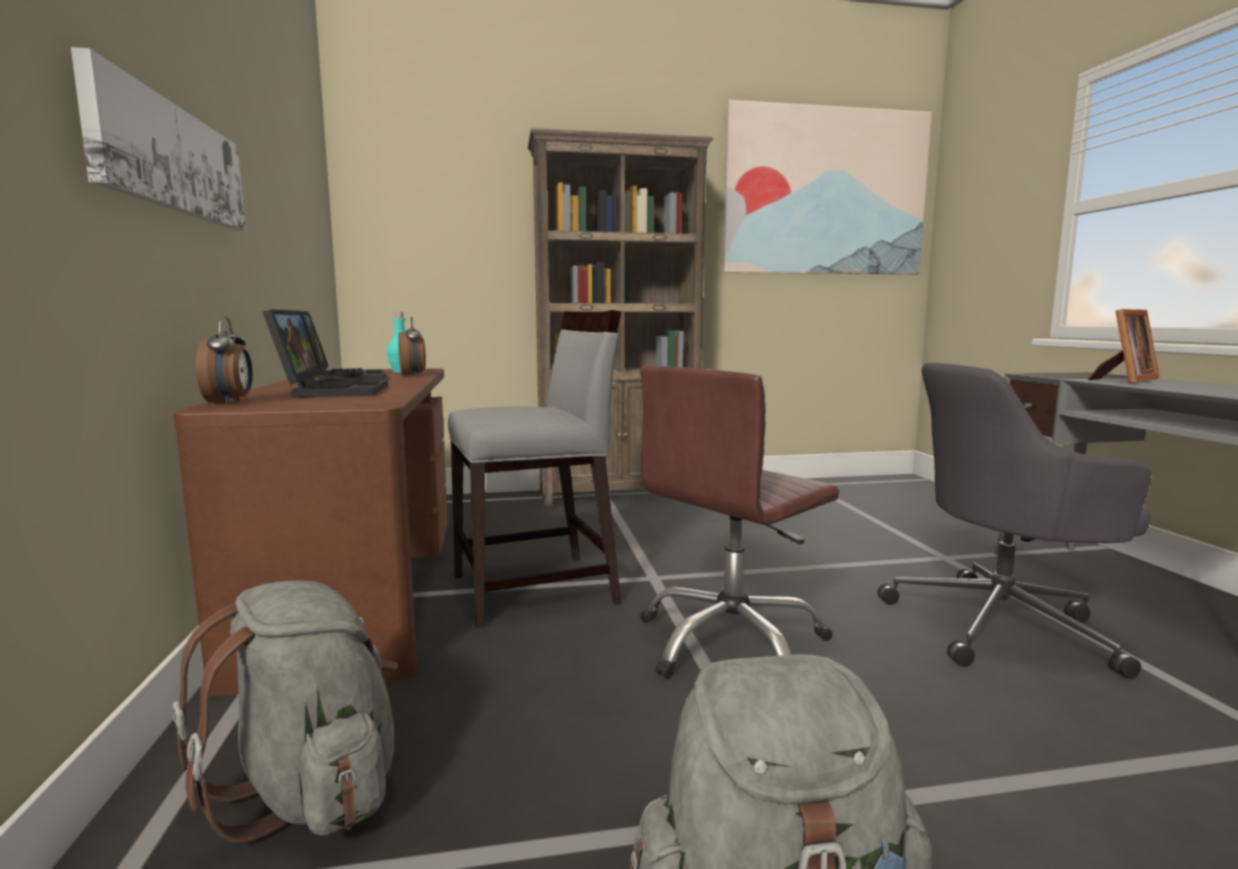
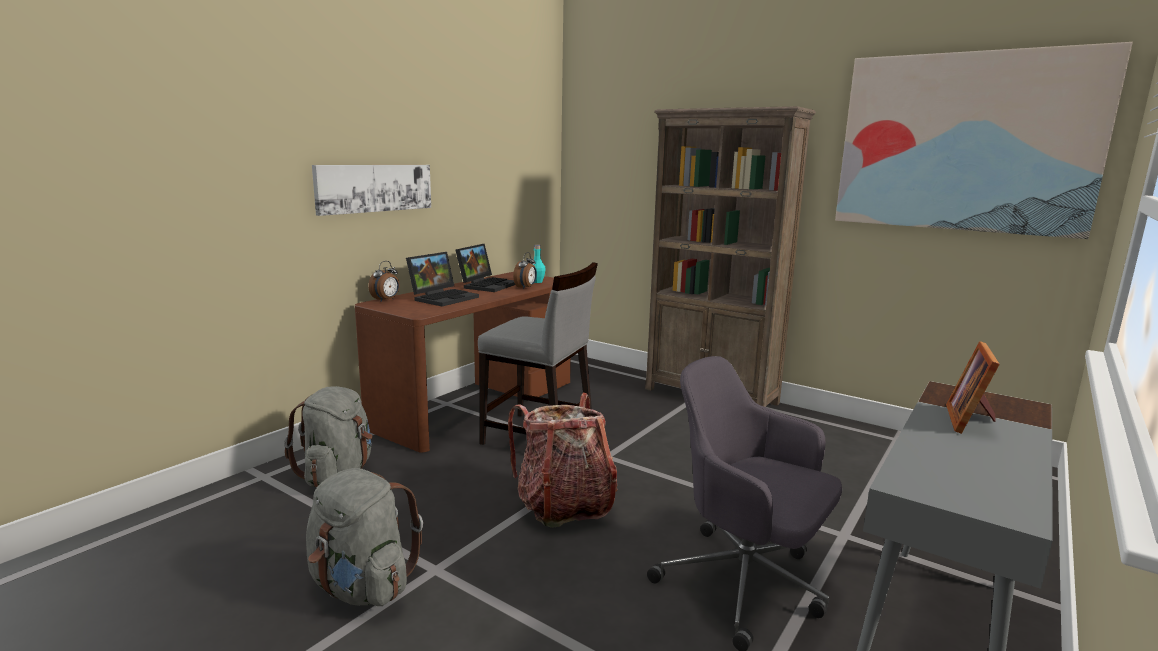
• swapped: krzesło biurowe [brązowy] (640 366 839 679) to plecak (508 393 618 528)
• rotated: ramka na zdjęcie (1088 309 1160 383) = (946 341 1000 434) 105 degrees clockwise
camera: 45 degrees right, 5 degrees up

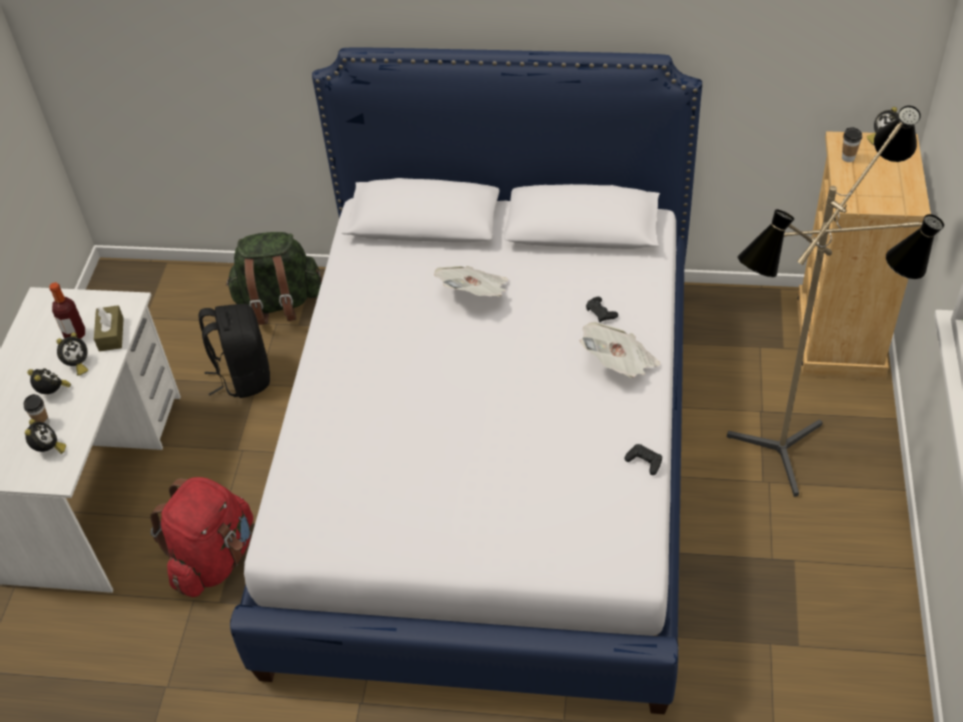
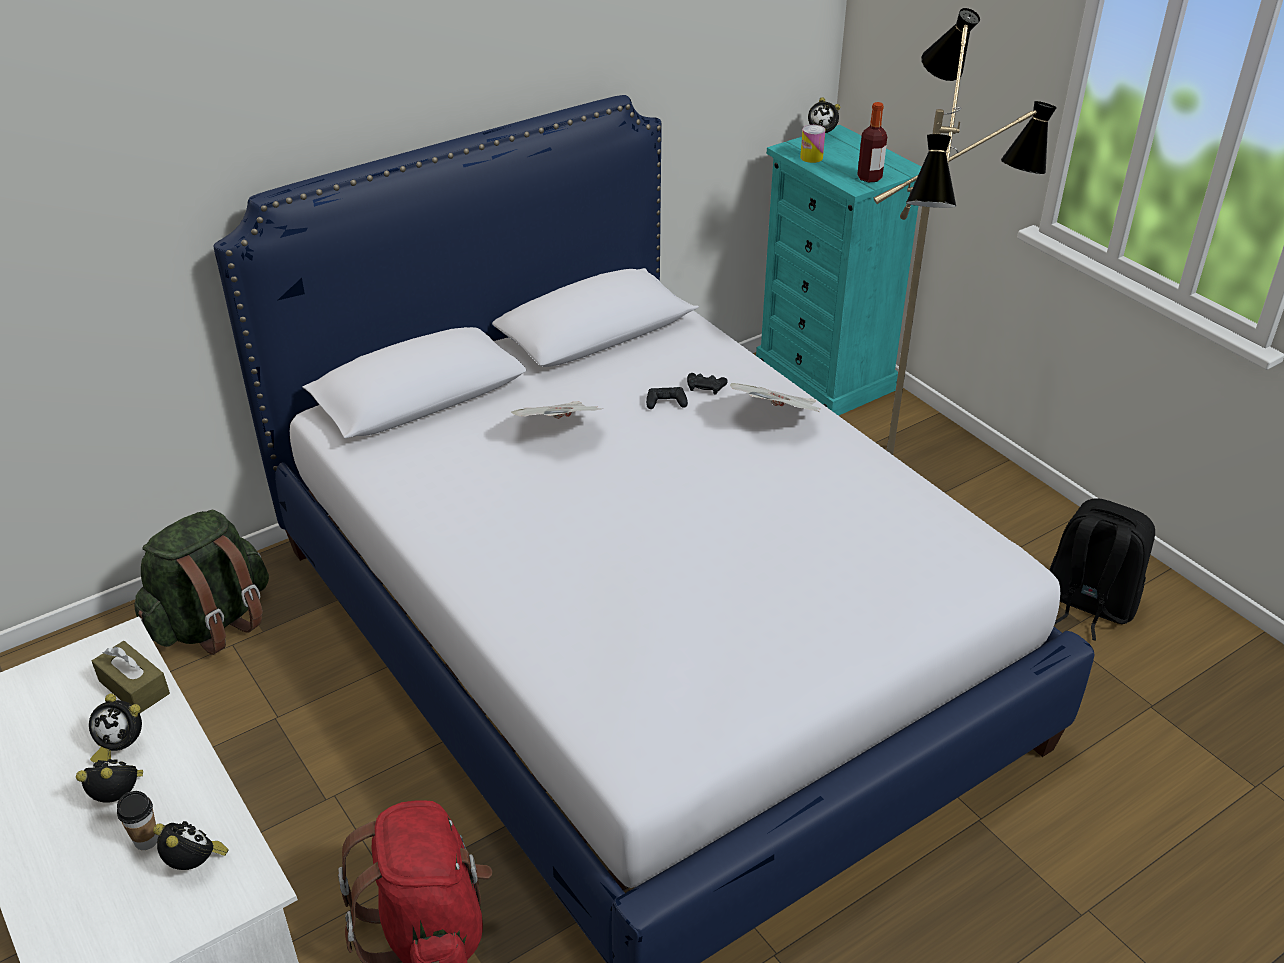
• shifted: butelka (50 282 85 339) to (857 102 887 183)
• shifted: plecak [czarny] (198 304 270 398) to (1049 498 1155 641)
• shifted: pad do gier [czarny] (624 444 662 475) to (646 387 688 409)
• swapped: filiżanka (842 127 862 162) to puszka (800 125 826 163)
• repainted: komoda [beżowy] (797 131 931 380) to komoda [turkusowy] (756 125 922 416)
• rotated: budzik (56 332 88 375) = (89 694 142 763) 105 degrees clockwise
camera: 45 degrees left, 10 degrees down

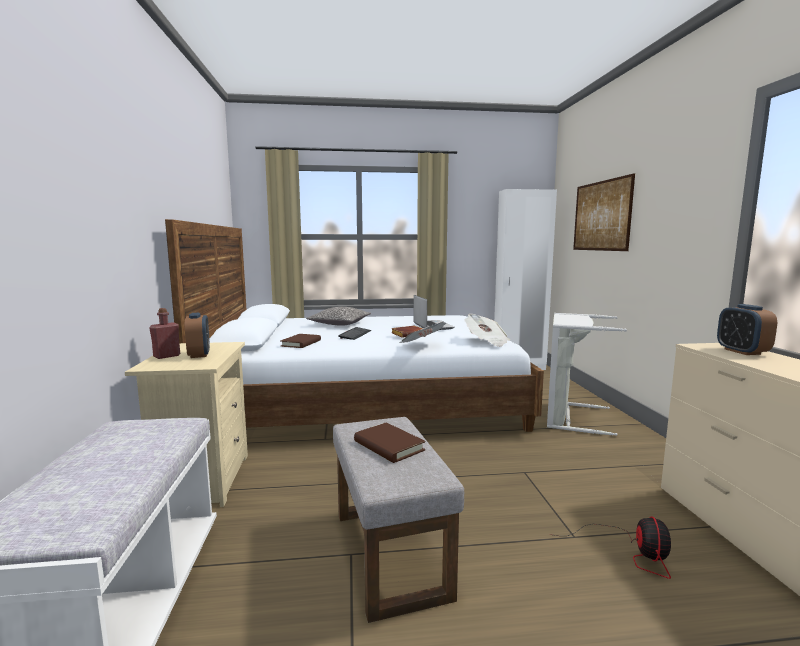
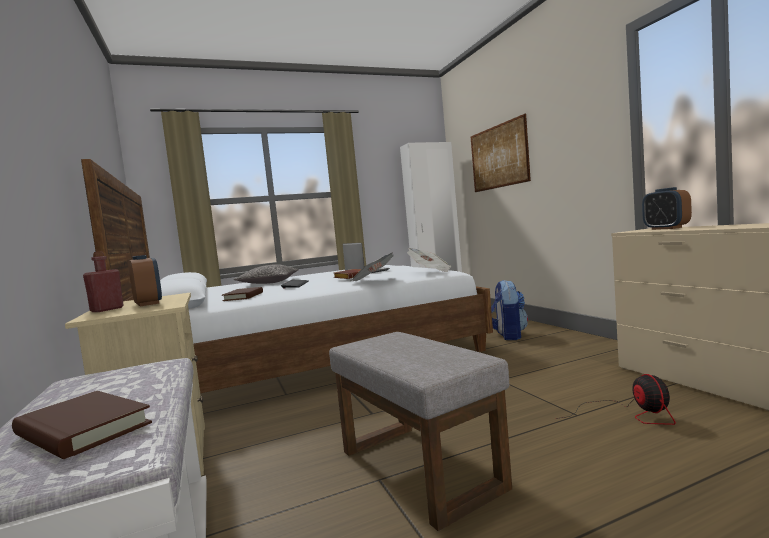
• shifted: książka [brązowy] (354 423 426 463) to (12 391 152 459)
• swapped: kosz na pranie [szary] (547 313 627 436) to plecak (491 280 528 340)
camera: 15 degrees left, 5 degrees down

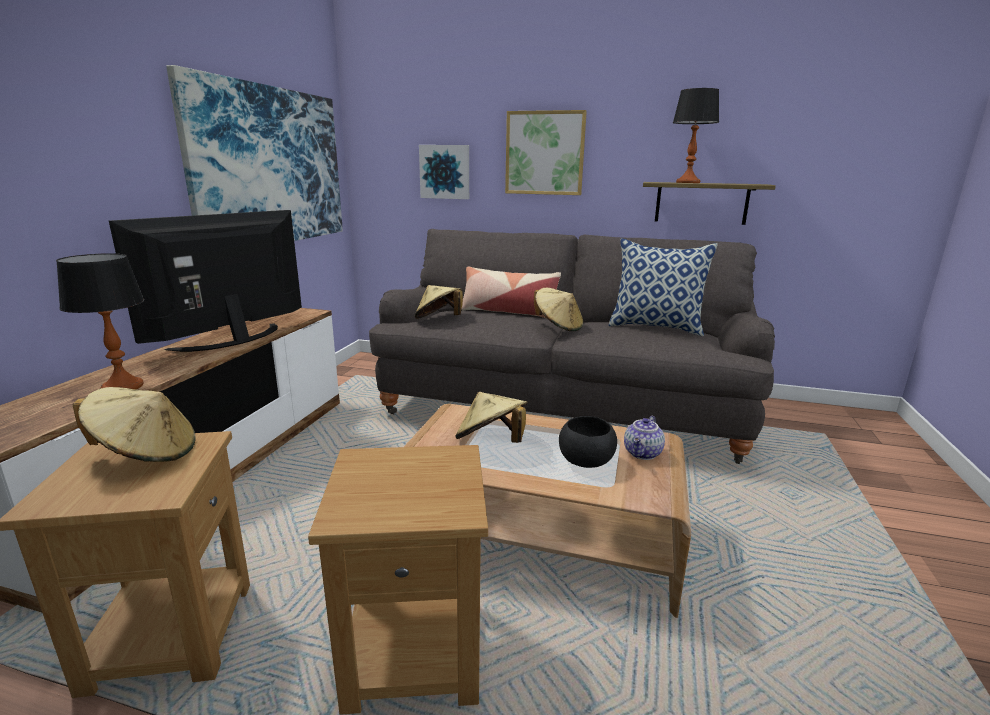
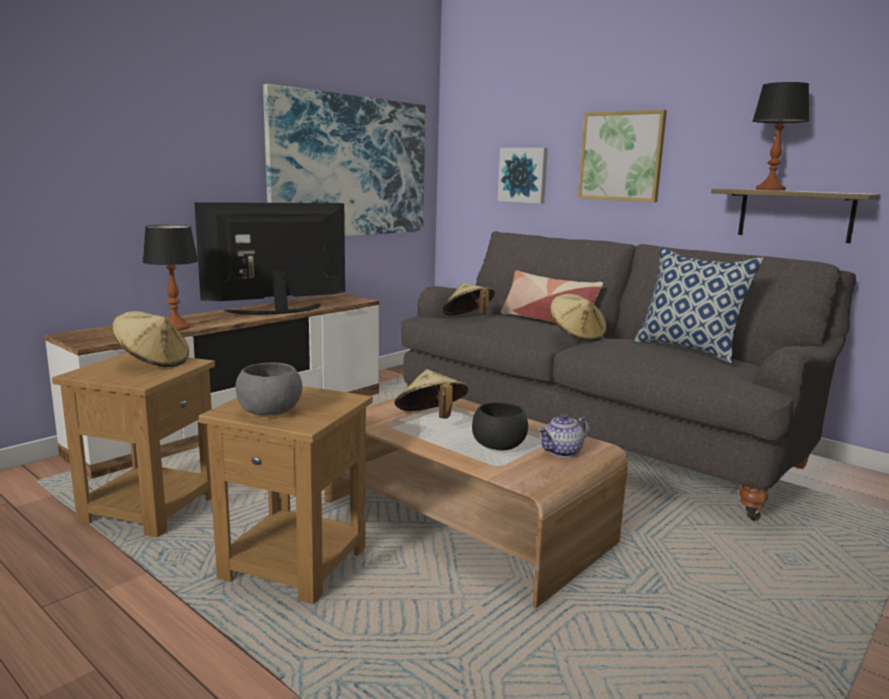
• new: miska [szary] (235 362 302 416)
camera: 25 degrees right, 5 degrees down

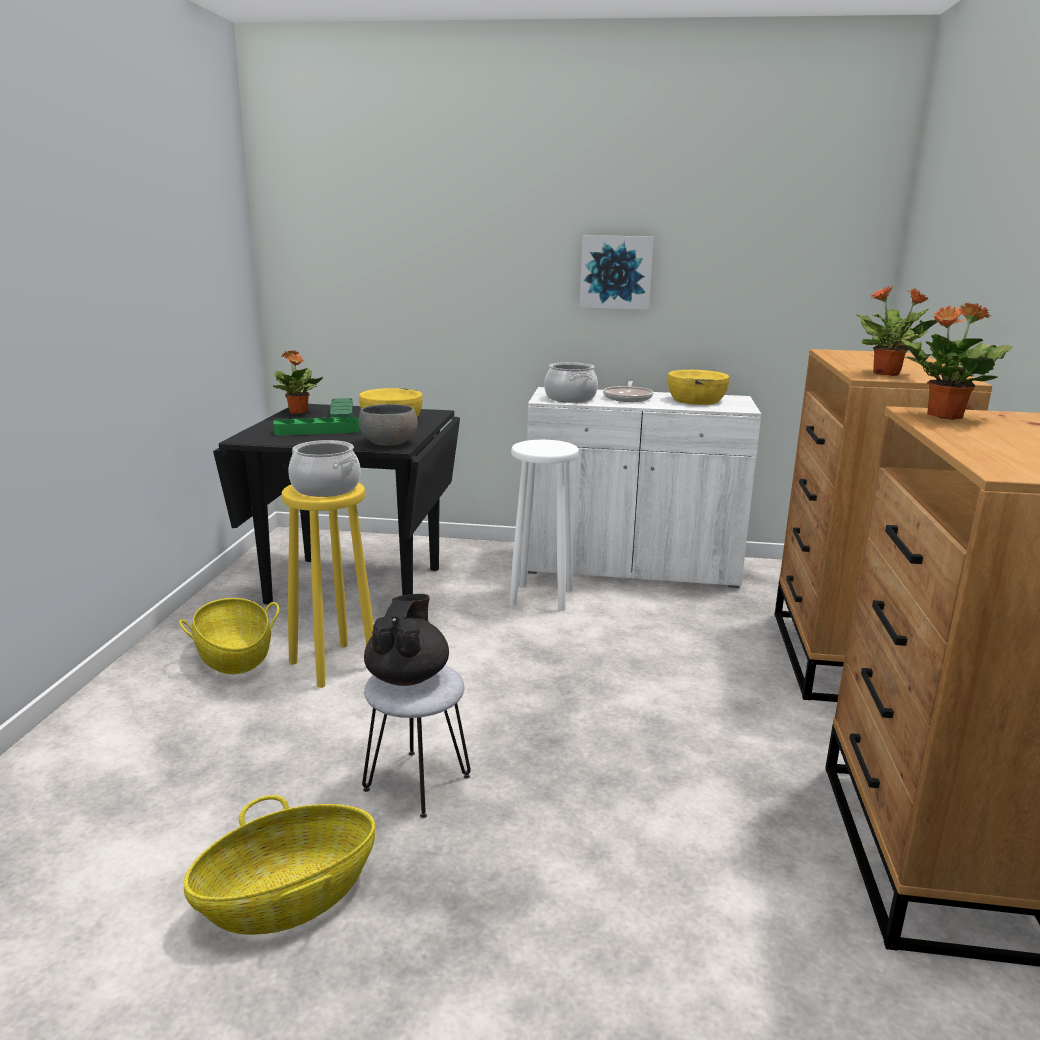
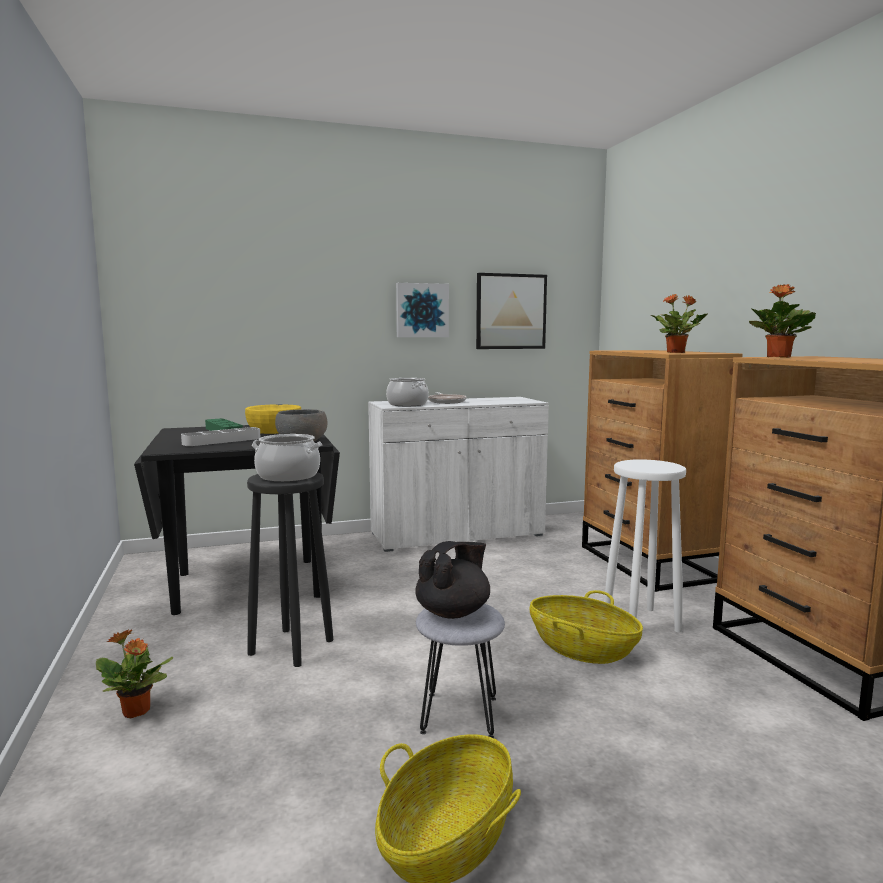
• gone: miska [żółty] (668 370 729 405)
• new: obraz (476 273 547 349)
• shifted: koszyk (179 598 279 674) to (529 590 643 664)
• shifted: roślina doniczkowa (273 350 323 414) to (96 630 173 718)
• shifted: stołek [biały] (510 440 579 611) to (604 459 686 632)
• repainted: taca [zielony] (273 417 359 435) to taca [szary] (181 427 261 446)
• repainted: stołek [żółty] (282 483 373 688) to stołek [czarny] (247 472 333 667)
• rotated: imbryk [czarny] (364 594 449 686) = (415 541 490 619) 60 degrees clockwise
camera: 25 degrees left, 10 degrees down

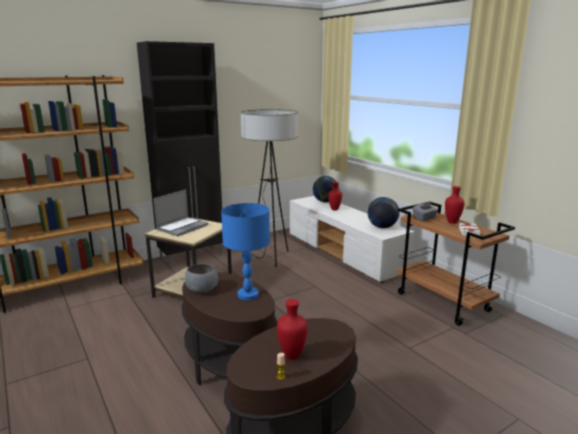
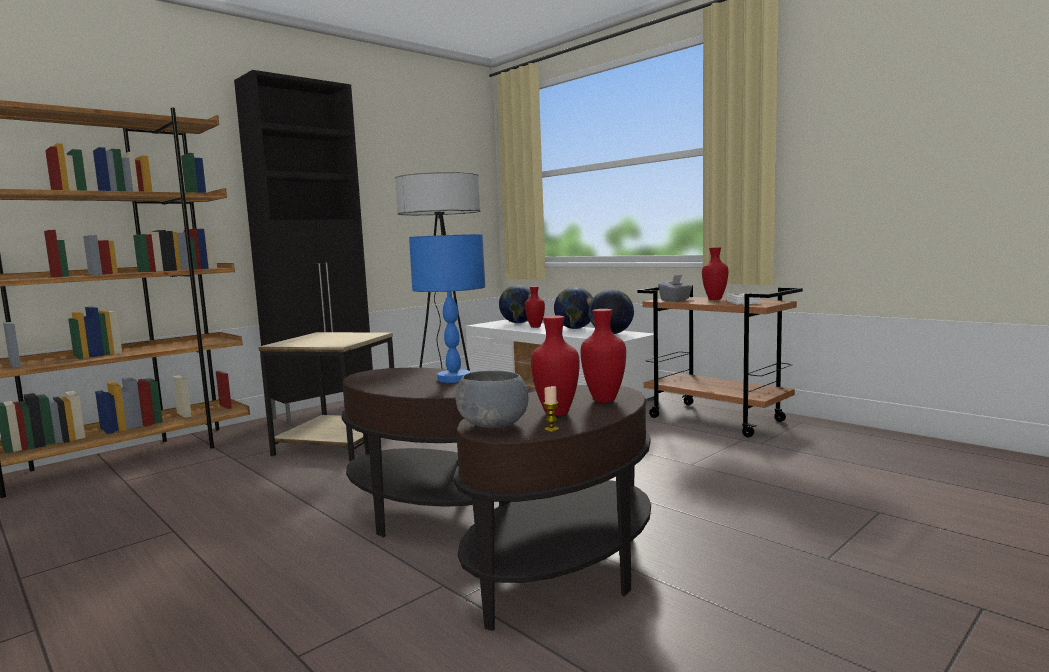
• gone: laptop (153 189 208 236)
• new: globus (554 287 593 329)
• new: wazon [czerwony] (581 309 626 403)
• shifted: miska [szary] (185 264 218 293) to (455 371 528 428)
camera: 10 degrees left, 10 degrees down

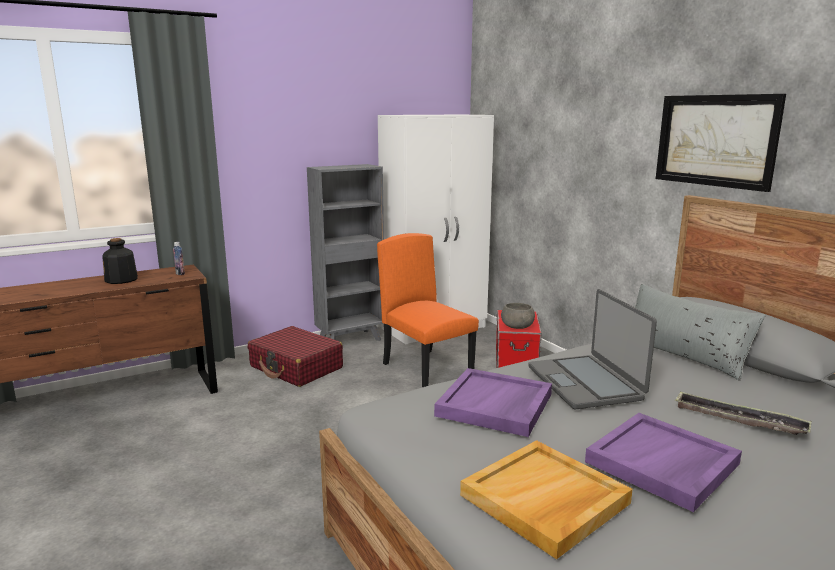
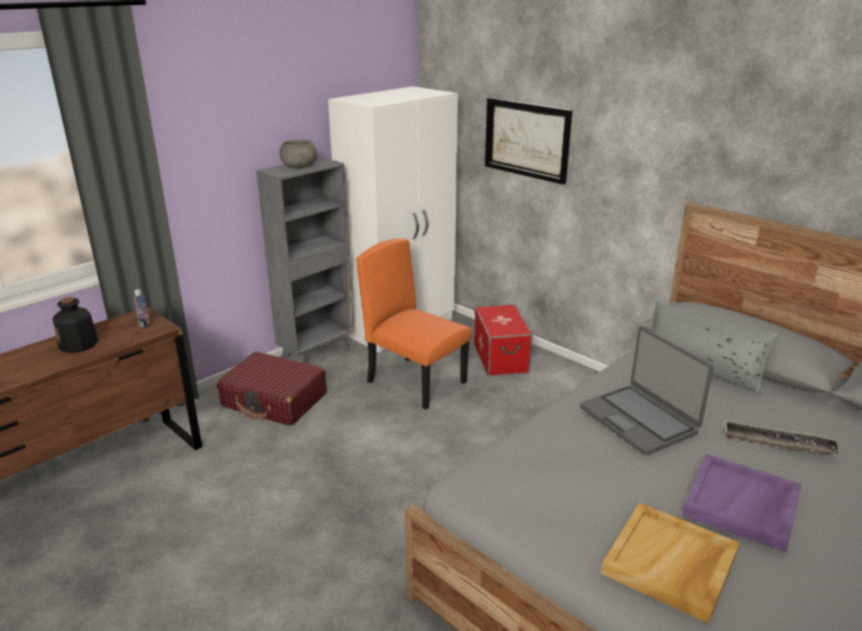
• gone: taca [fioletowy] (434 368 552 437)
• shifted: miska [szary] (501 303 535 329) to (279 140 317 168)
• shifted: obraz (656 94 786 192) to (485 98 572 185)
camera: 15 degrees left, 10 degrees up

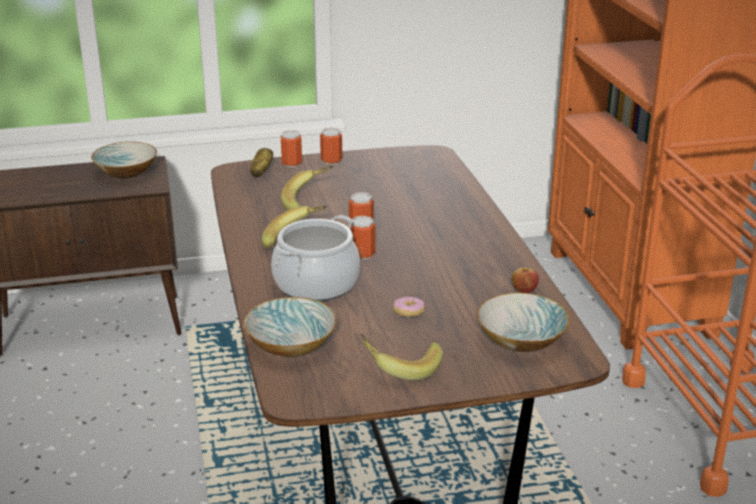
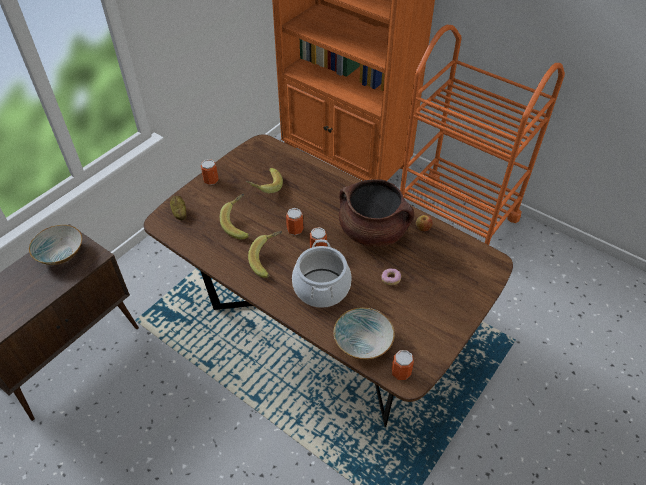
• gone: miska (477 293 570 352)
• new: garnek [brązowy] (339 180 414 247)
• shifted: puszka (281 130 302 167) to (392 350 414 380)
• shifted: banan (359 334 443 380) to (246 168 283 193)
camera: 40 degrees left, 20 degrees up

